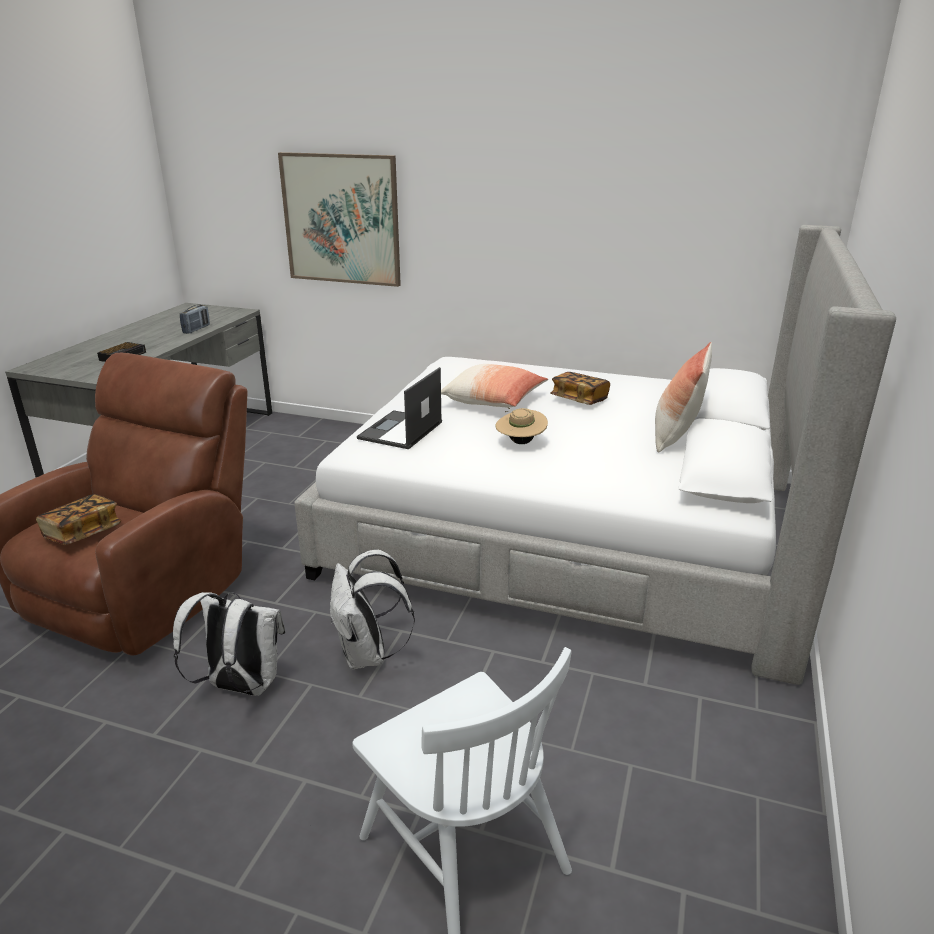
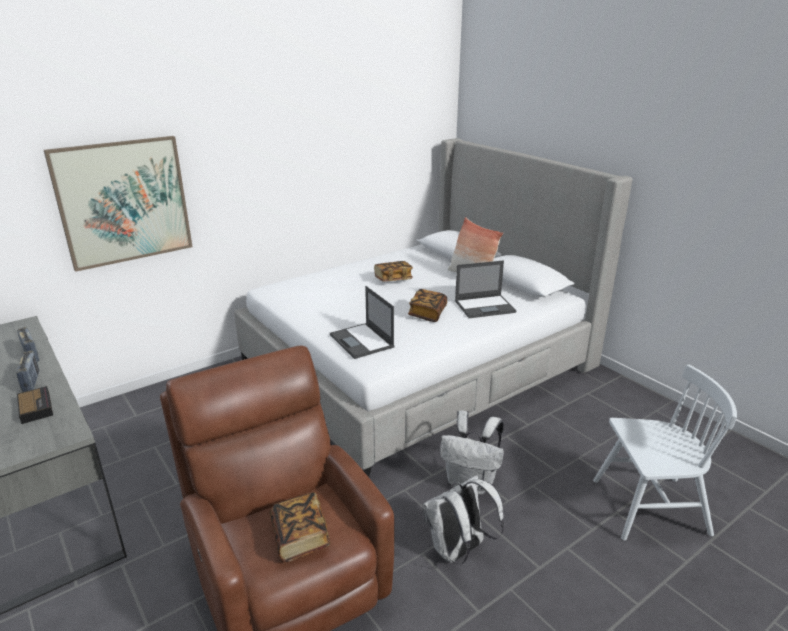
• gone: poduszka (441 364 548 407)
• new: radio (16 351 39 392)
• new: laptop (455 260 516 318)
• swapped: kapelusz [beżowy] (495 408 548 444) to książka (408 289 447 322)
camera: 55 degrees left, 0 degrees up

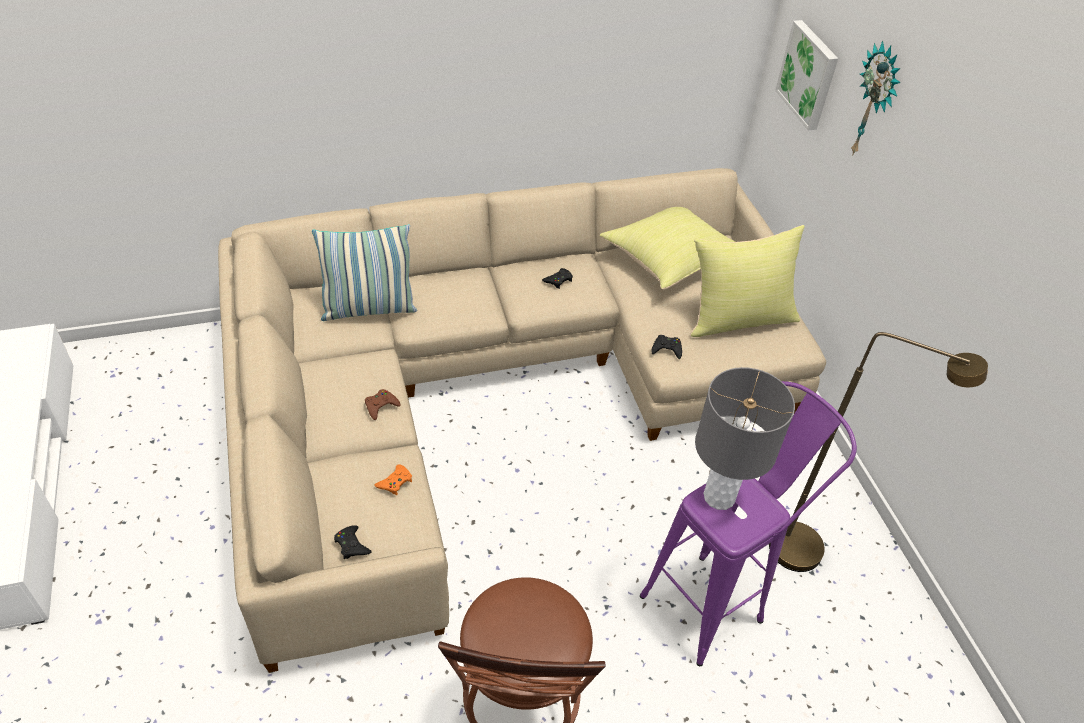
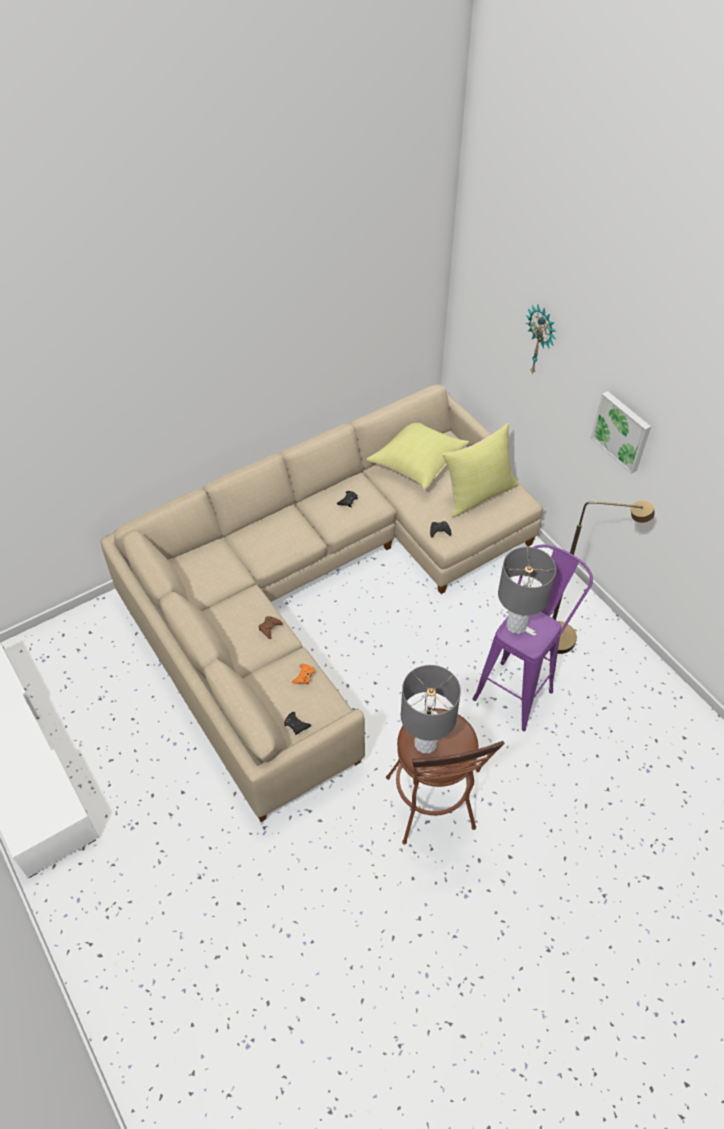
• gone: poduszka (312 224 417 321)
• new: lampa stołowa [szary] (401 665 461 754)
• shifted: obraz (775 20 838 131) to (591 391 651 474)
camera: 15 degrees left, 5 degrees up

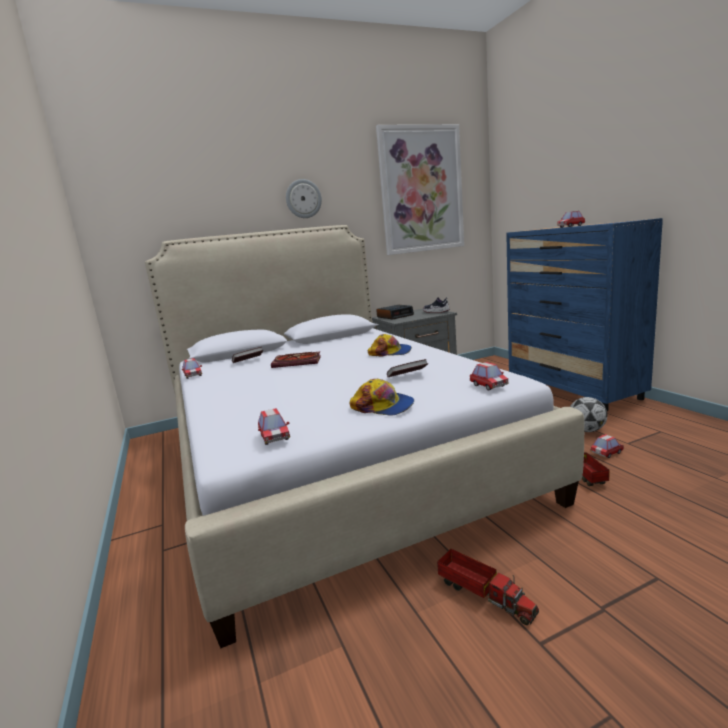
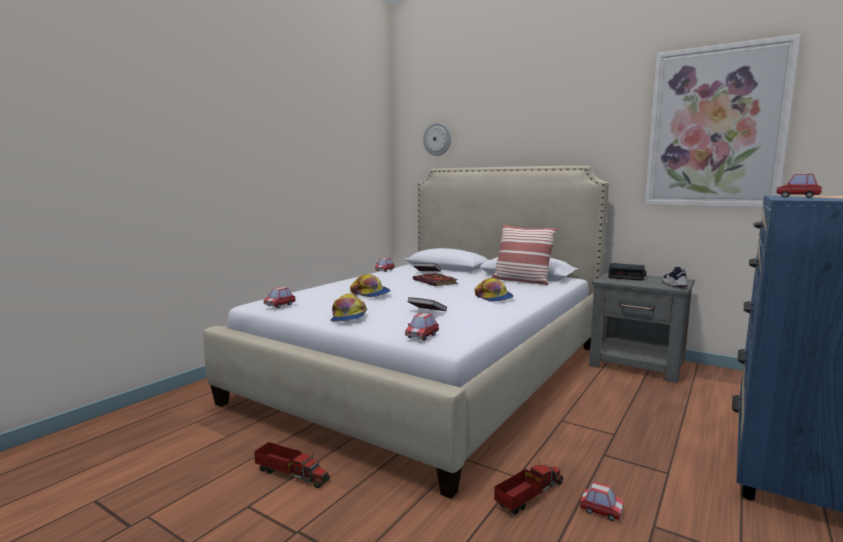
• gone: piłka futbolowa (570 397 607 432)
• new: czapka z daszkiem (350 274 391 297)
• new: poduszka (492 224 557 285)
• shifted: zegar ścienny (286 179 322 218) to (423 122 451 156)
• rotated: ciężarówka zabawkowa (437 549 539 625) = (254 442 330 488) 75 degrees counterclockwise
camera: 55 degrees right, 5 degrees down

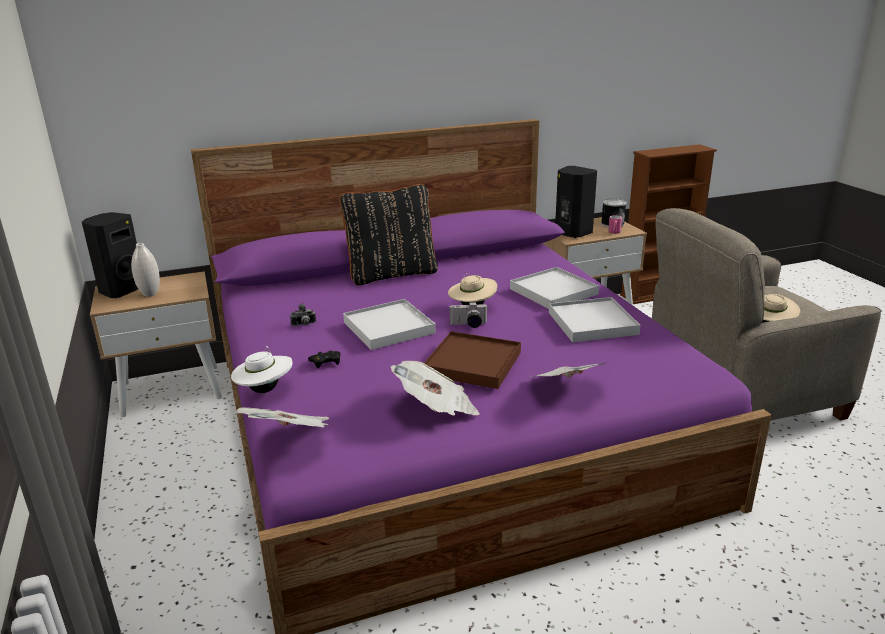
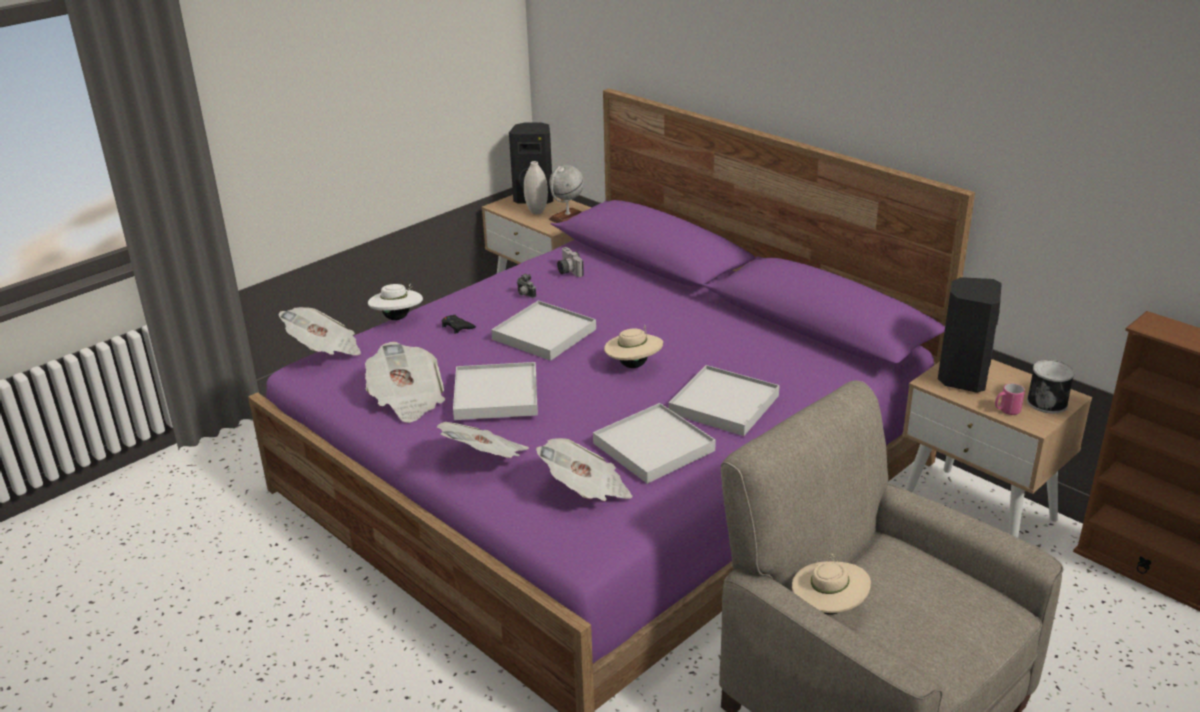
• gone: poduszka [czarny] (339 184 438 285)
• new: gazeta (536 438 633 501)
• new: globus (549 165 584 223)
• shifted: aparat fotograficzny (449 302 487 328) to (557 247 584 277)
• repainted: taca [brązowy] (424 331 521 389) to taca [biały] (453 362 538 420)
camera: 65 degrees right, 5 degrees up

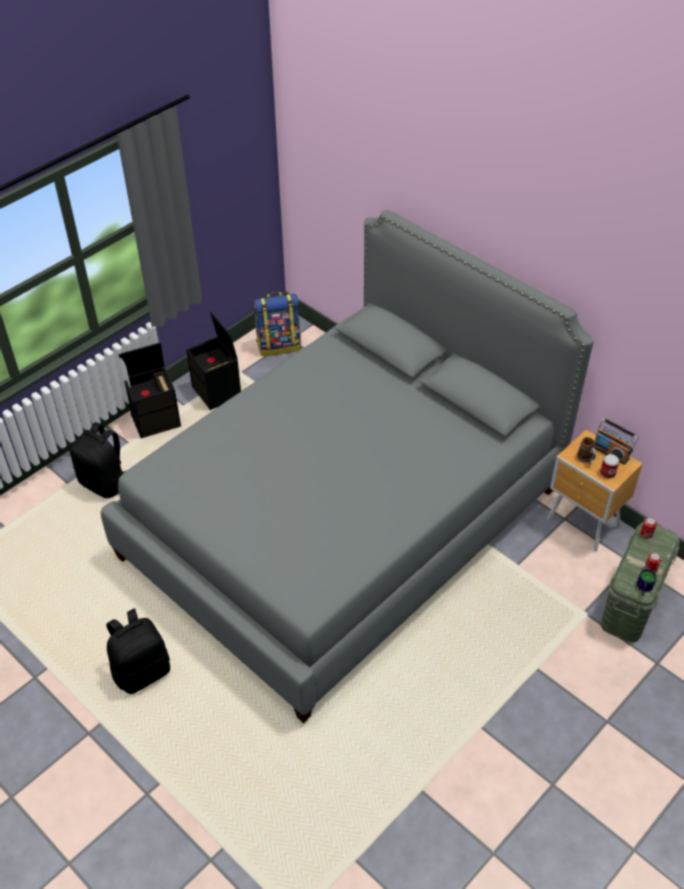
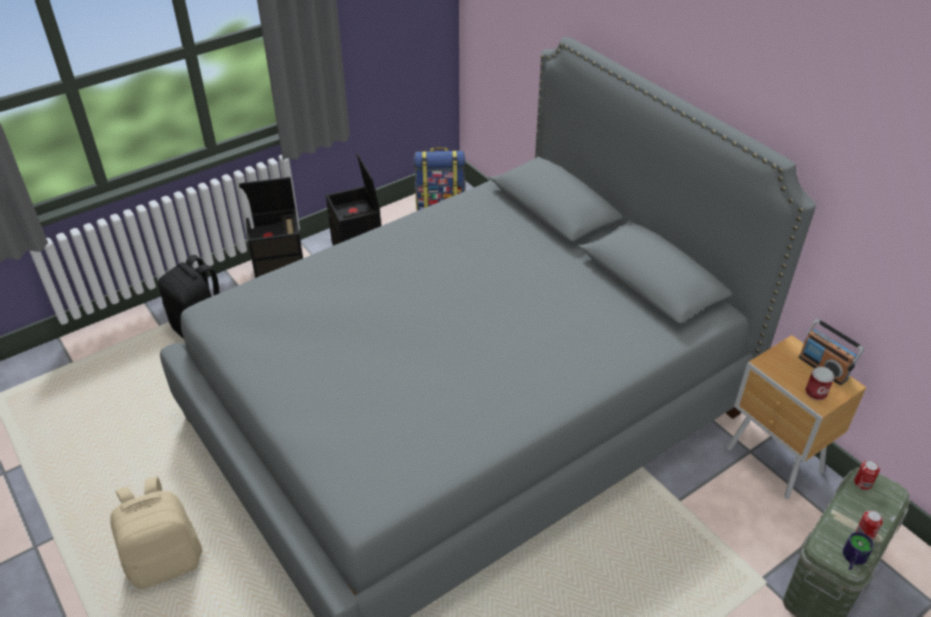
• gone: kubek (577 437 596 464)
• repainted: plecak [czarny] (106 608 170 694) to plecak [beżowy] (110 477 202 589)
camera: 10 degrees right, 5 degrees down

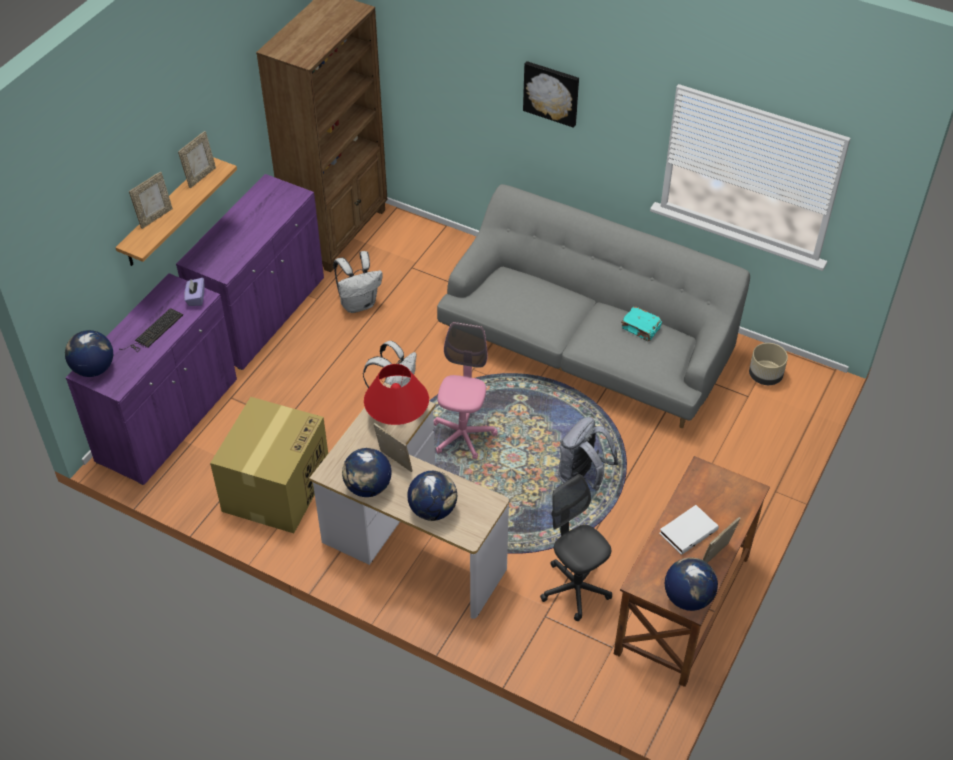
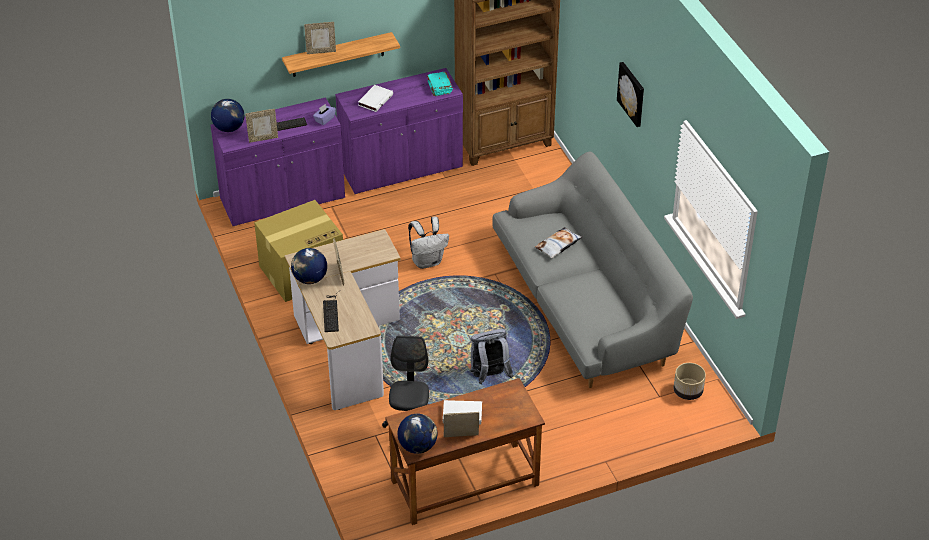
• gone: plecak [biały] (333 251 383 313)
• gone: lampa stołowa [czerwony] (364 364 429 425)
• gone: krzesło biurowe [różowy] (434 322 498 459)
• new: książka [biały] (358 85 393 112)
• new: poduszka (535 227 583 258)
• shifted: ramka na zdjęcie (178 131 216 188) to (245 109 278 143)
• shifted: książka [turkusowy] (621 306 662 342) to (427 72 453 96)
• swapped: globus (407 471 457 521) to klawiatura (323 290 341 332)
camera: 40 degrees right, 5 degrees down

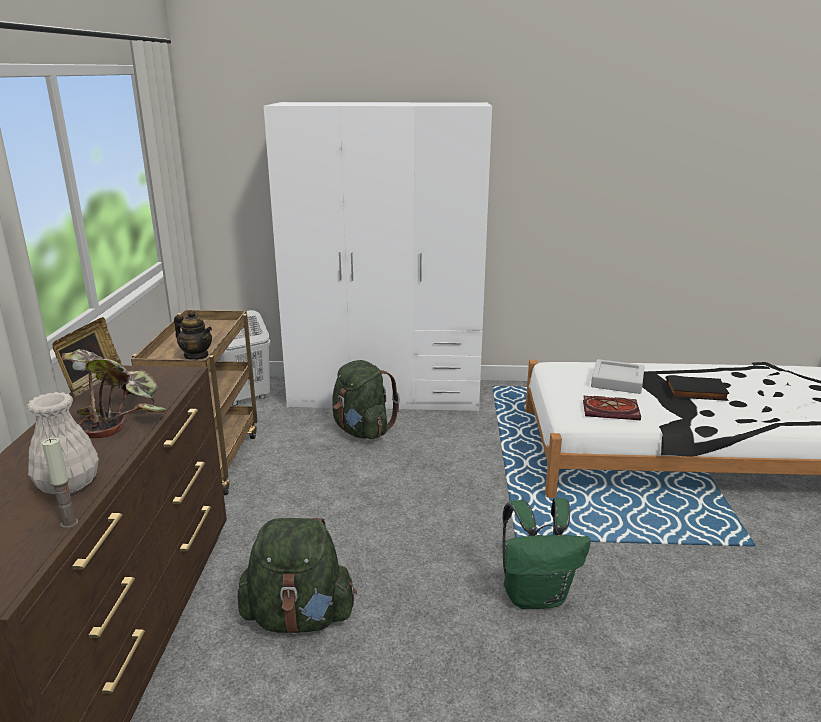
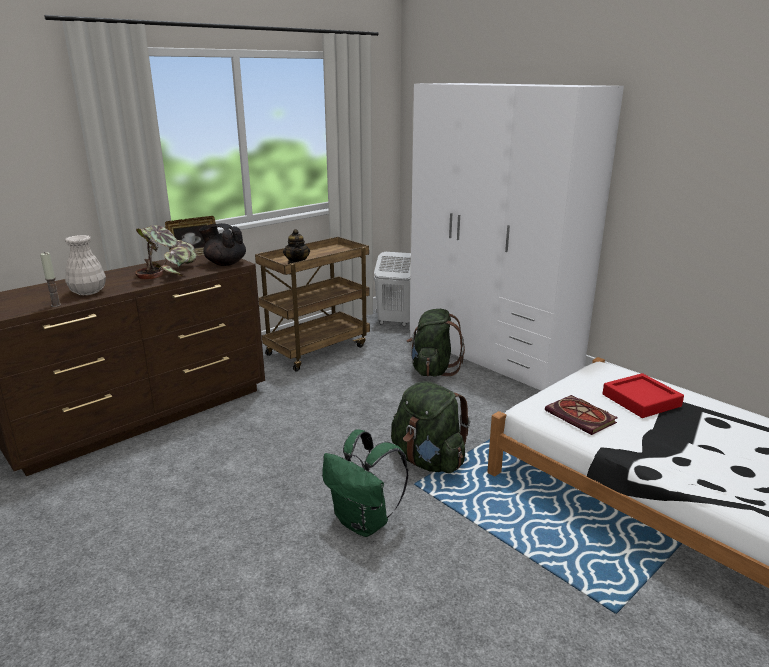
• gone: książka [czarny] (666 376 730 401)
• new: imbryk [czarny] (199 223 246 266)
• shifted: plecak [zielony] (238 518 357 634) to (391 381 470 473)
• repainted: taca [szary] (591 359 645 394) to taca [czerwony] (602 373 684 418)
camera: 45 degrees right, 0 degrees up

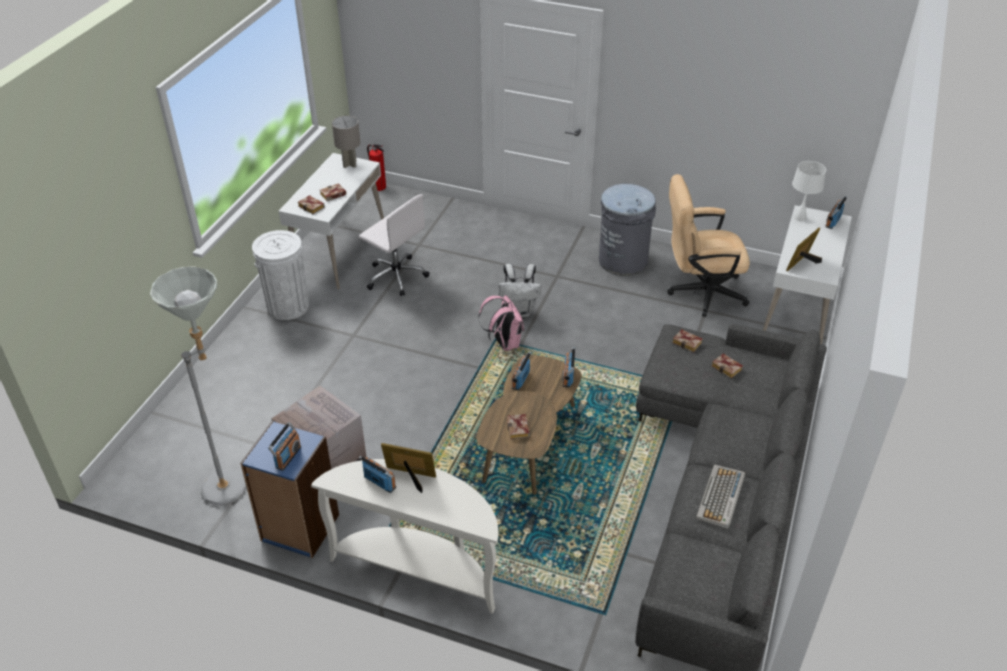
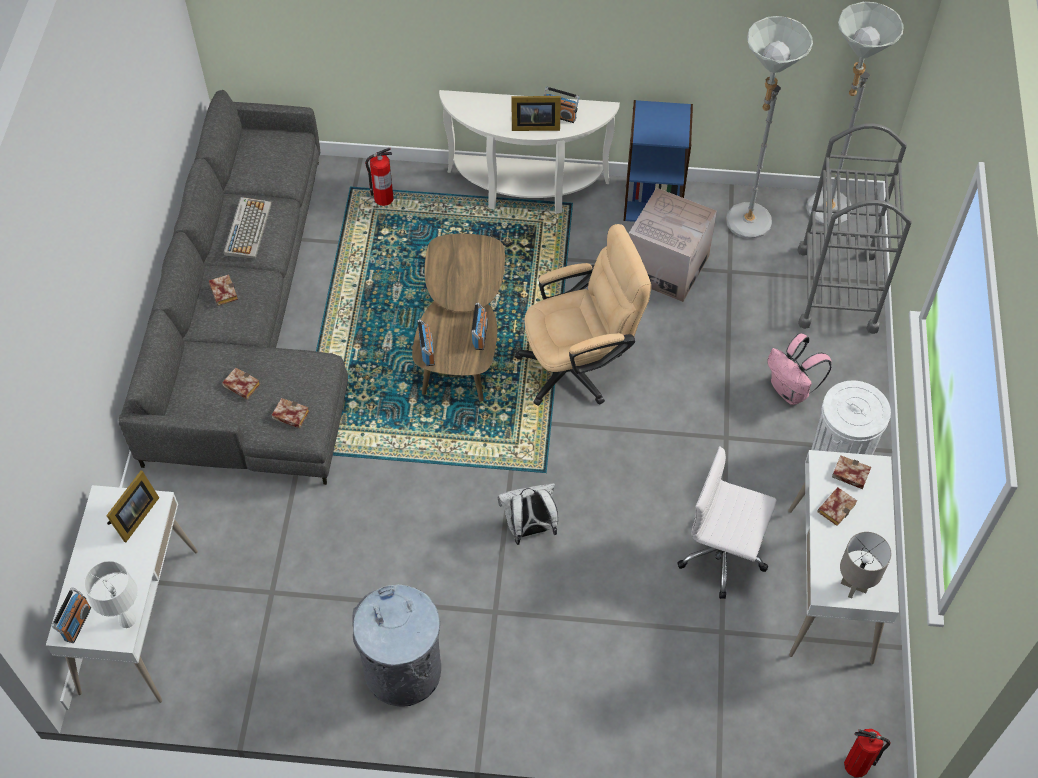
• gone: radio (268 422 301 471)
• new: gaśnica (365 148 394 206)
• new: wózek [szary] (797 123 912 334)
• new: lampa stojąca [szary] (806 2 904 226)
• shifted: plecak [różowy] (478 295 524 351) to (768 333 832 405)
• shifted: książka (507 414 530 439) to (209 274 238 306)
• shifted: krzesło biurowe [beżowy] (667 174 750 317) to (515 224 651 406)
camera: 165 degrees right, 15 degrees up

